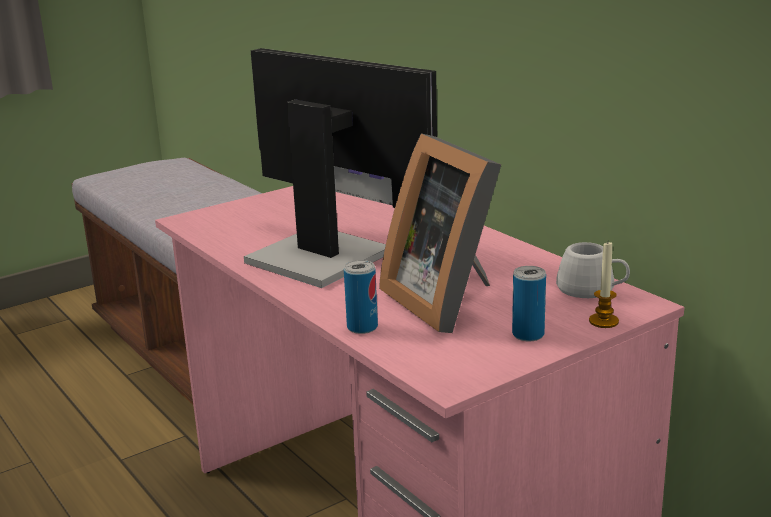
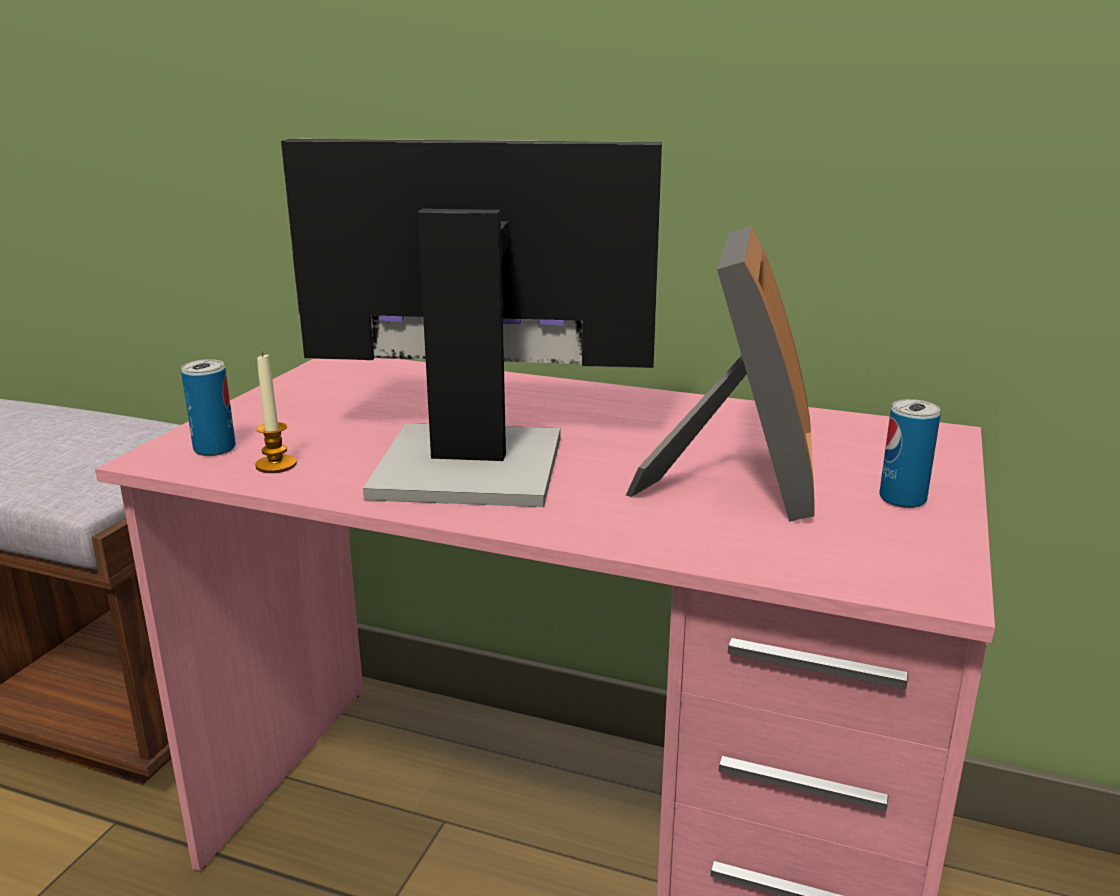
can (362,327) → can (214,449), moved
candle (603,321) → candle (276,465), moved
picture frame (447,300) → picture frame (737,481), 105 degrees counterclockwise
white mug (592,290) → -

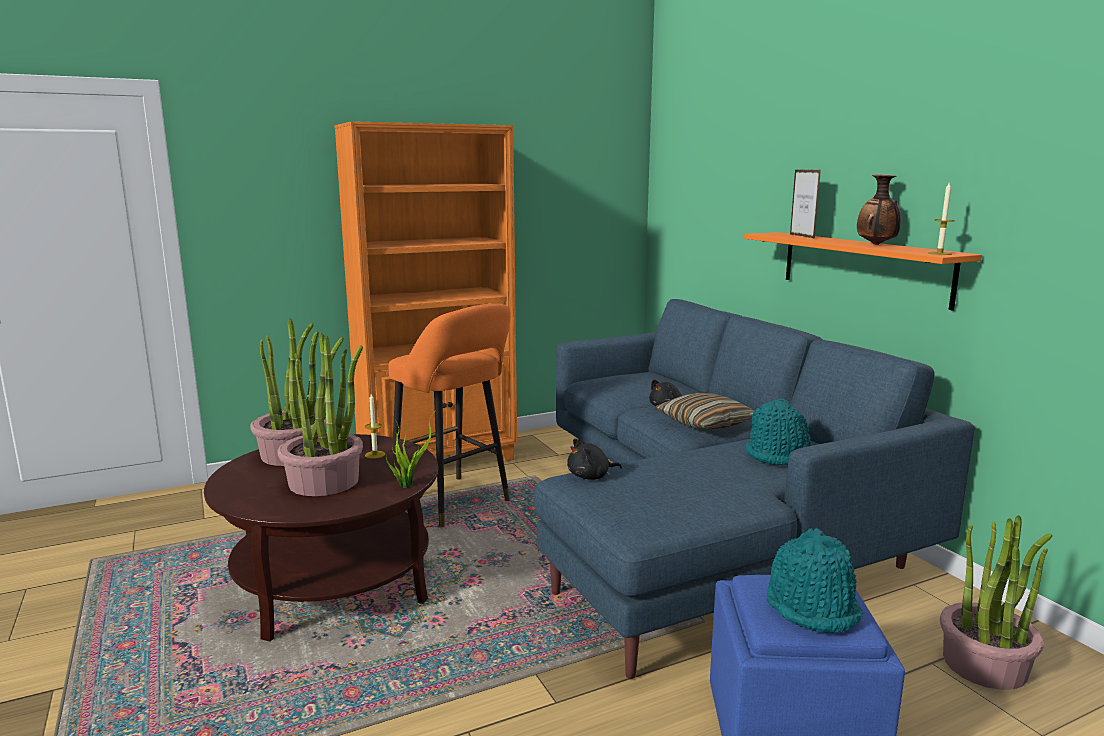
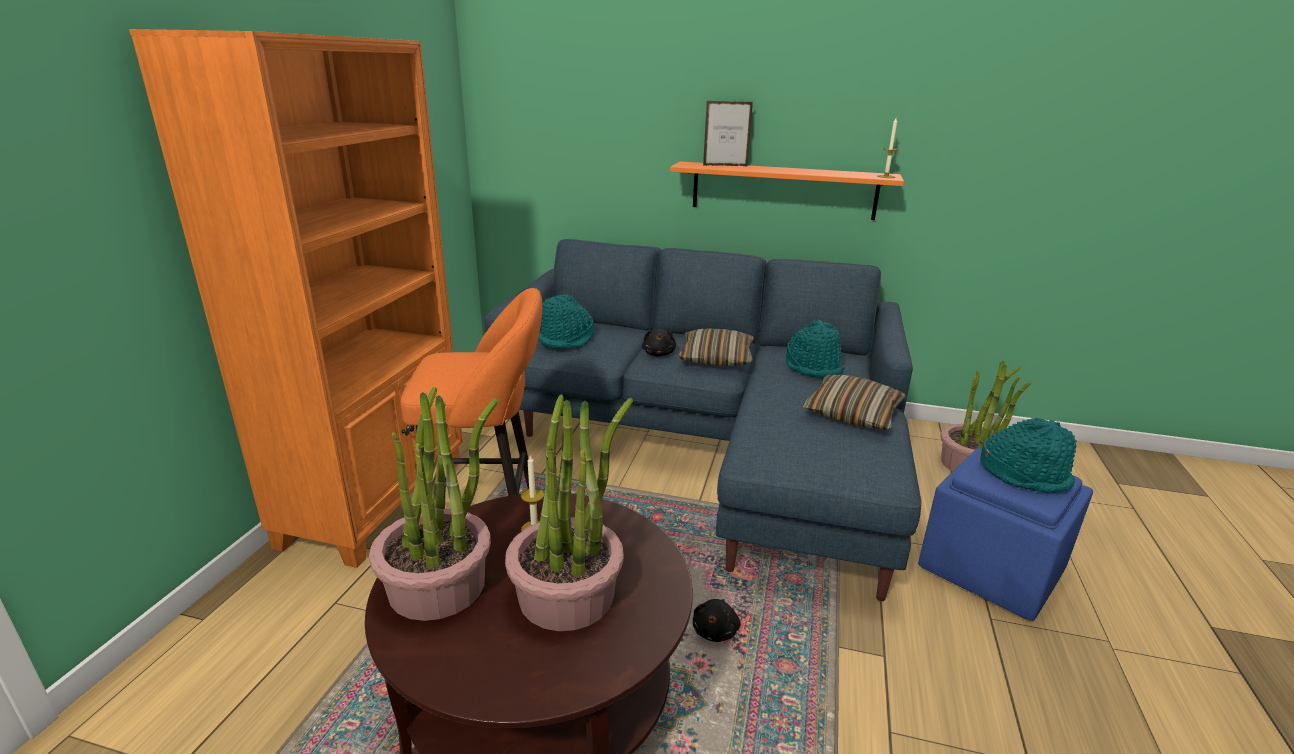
- → turquoise hat (567,340)
black plush toy (591,477) → black plush toy (715,630), moved
picture frame (801,236) → picture frame (725,166), 150 degrees clockwise
- → pillow (852,413)
potted plant (408,484) → -
vase (877,244) → -

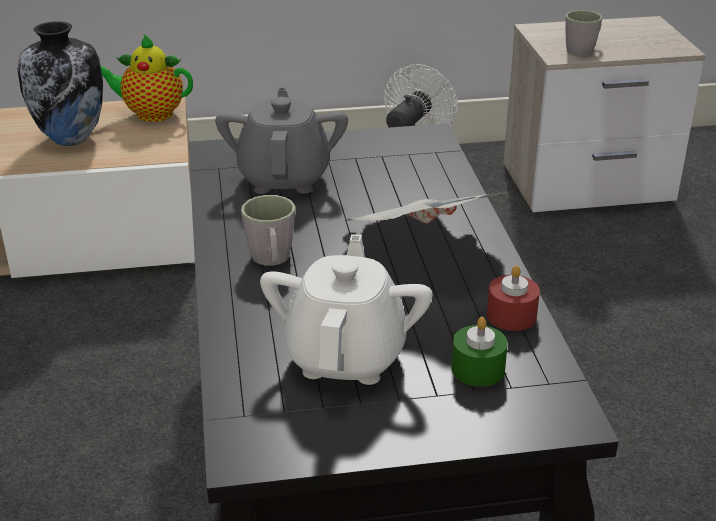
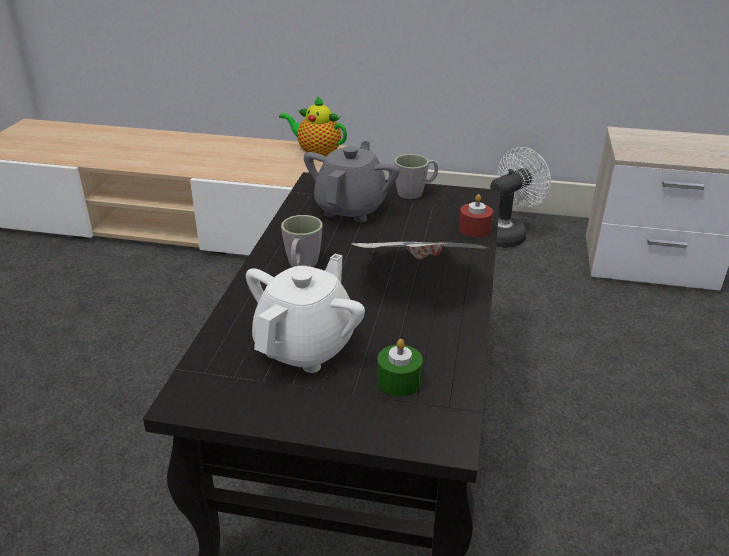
grey mug (583,50) → grey mug (415,192), moved
red candle (511,316) → red candle (474,229), moved
vase (72,139) → -

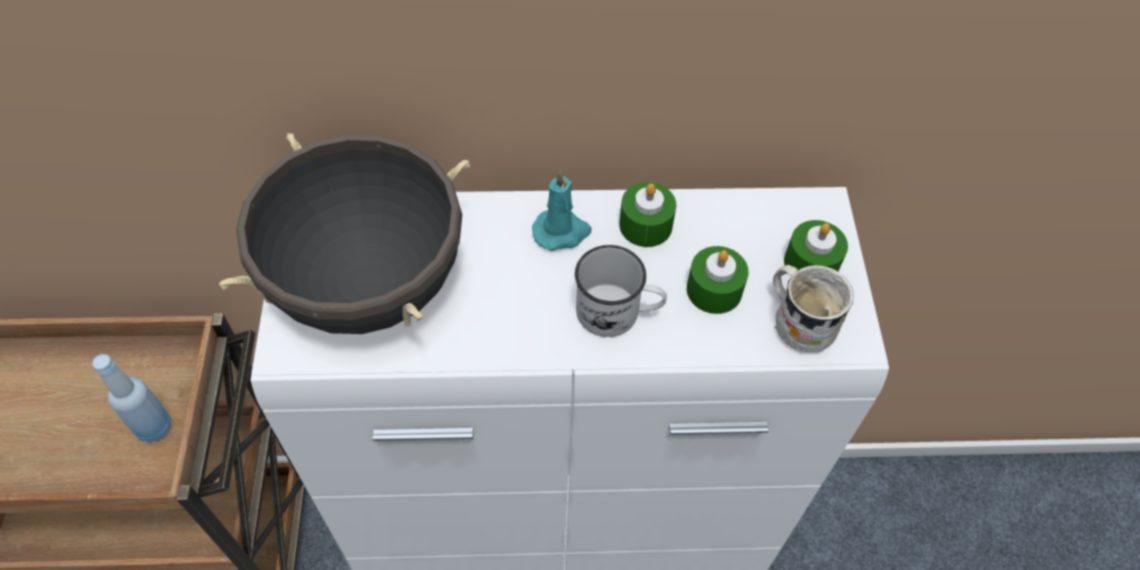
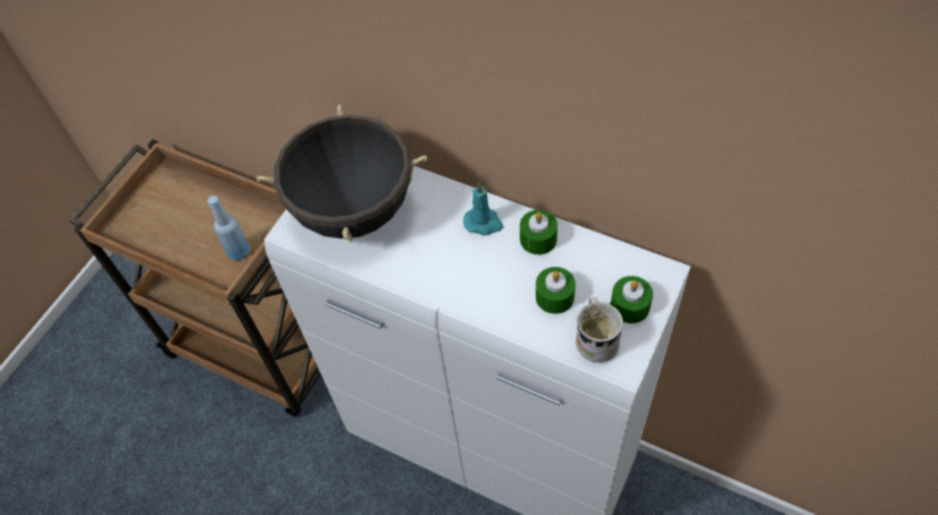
white mug (617,313) → -

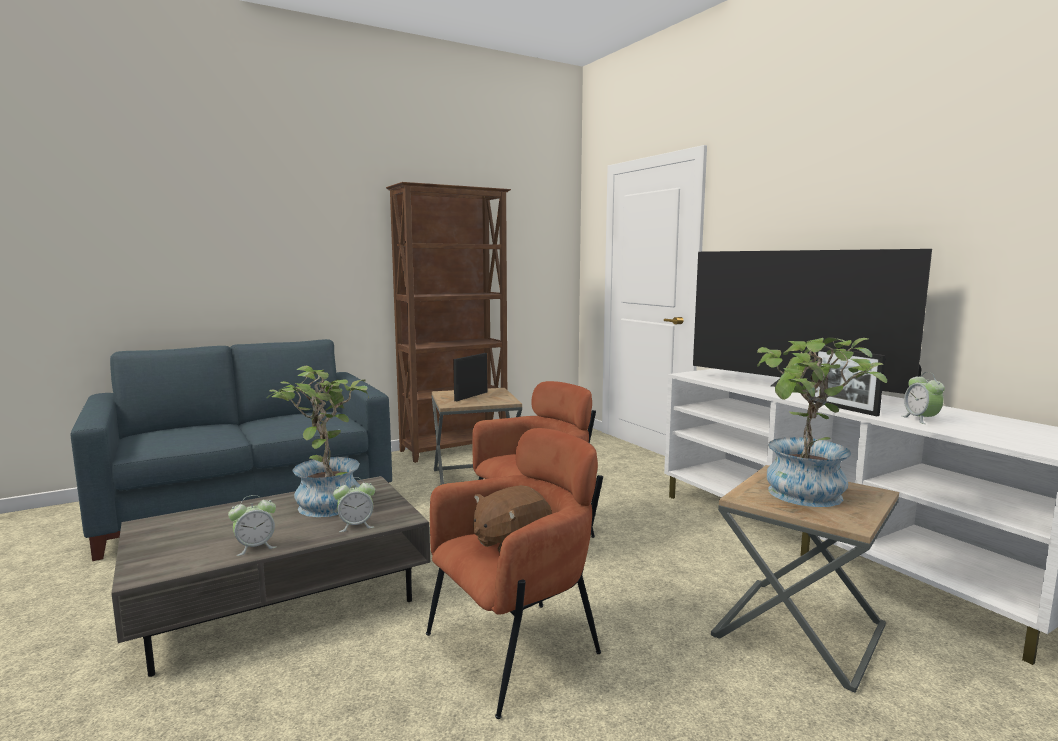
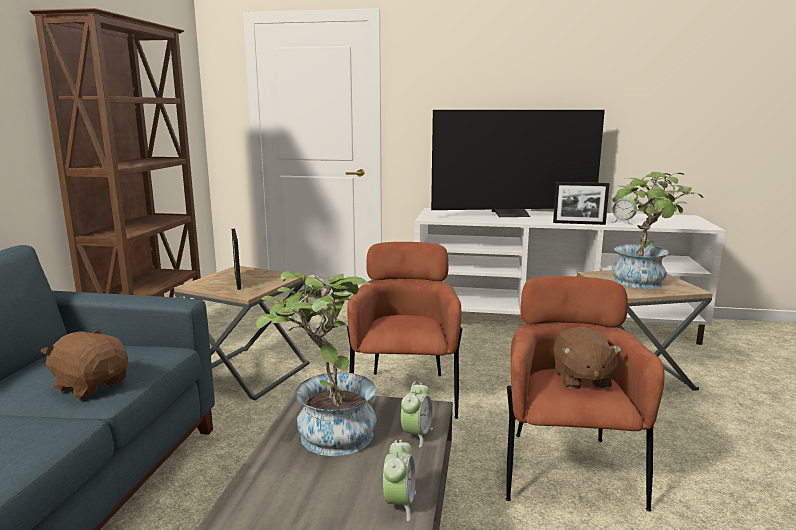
- → brown plush toy (91,385)

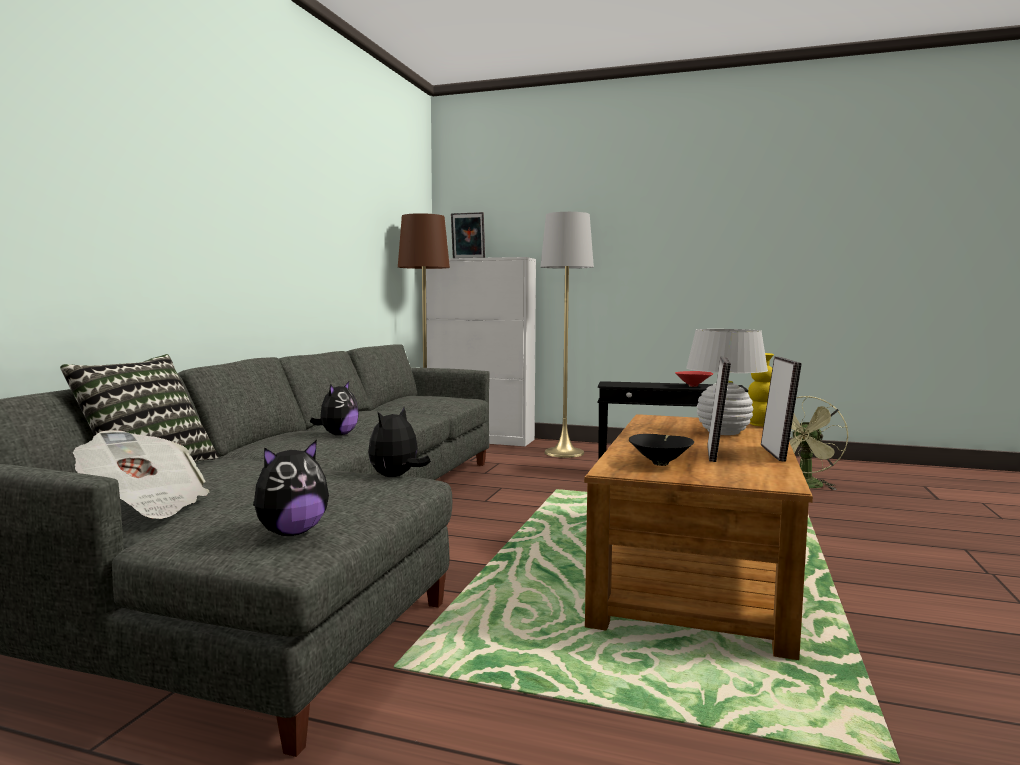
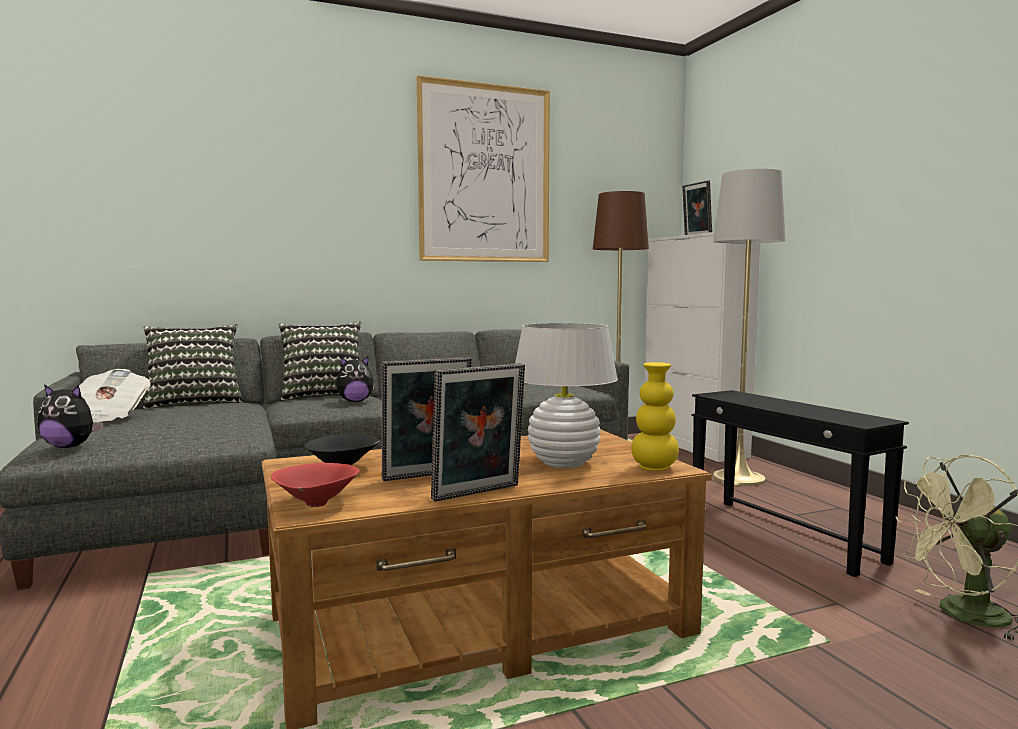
red bowl (694,386) → red bowl (315,505), moved
- → pillow (324,395)
- → picture (484,174)
plush toy (396,477) → -

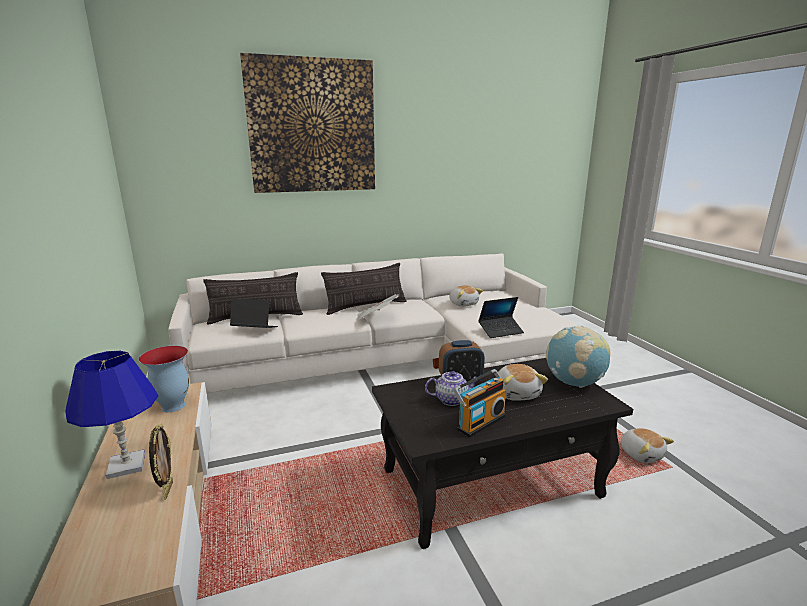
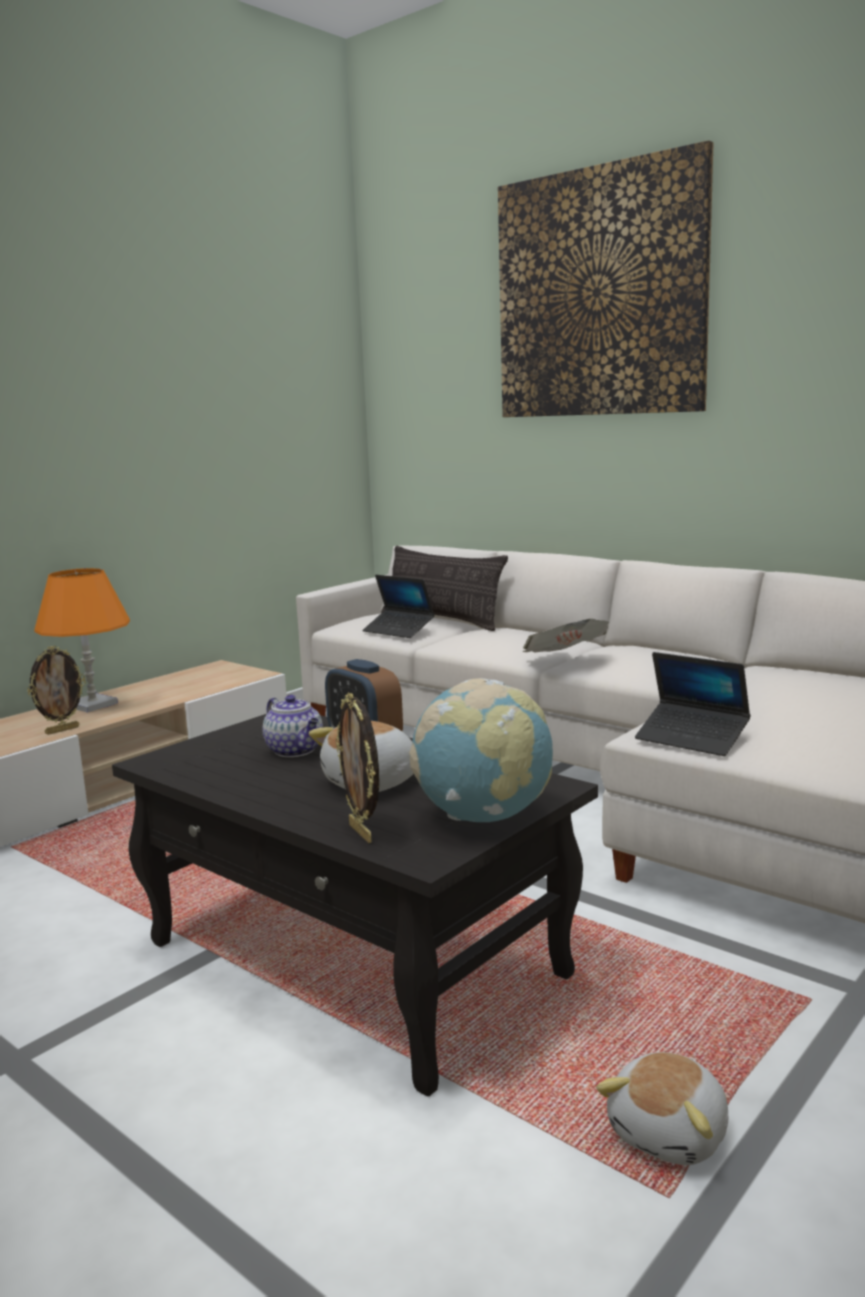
blue table lamp (127,465) → orange table lamp (93,705)
- → picture frame (362,833)
laptop (254,330) → laptop (398,630), 150 degrees clockwise
vase (172,406) → -
pillow (366,306) → -
plush toy (463,304) → -
radio (479,422) → -

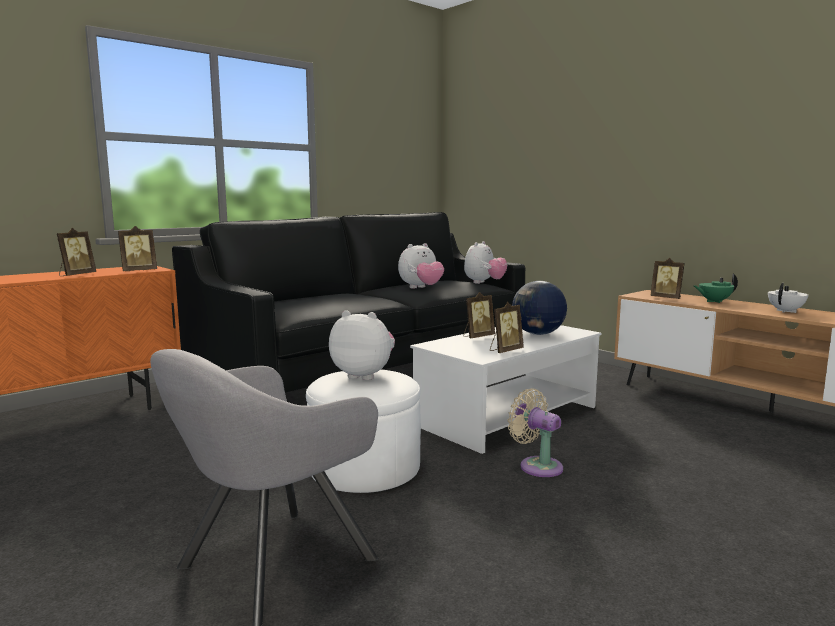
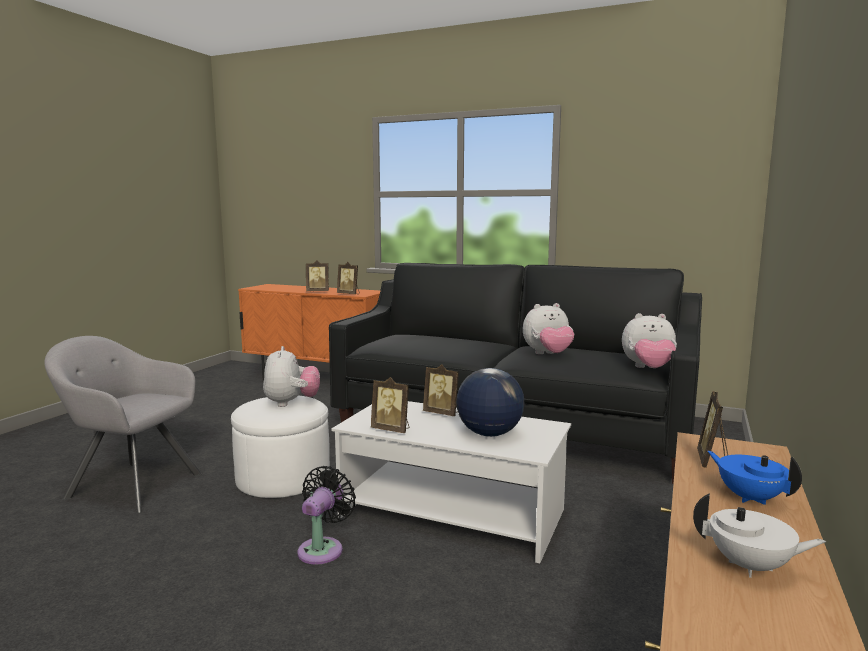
beige fan (537,466) → black fan (323,548)
plush toy (421,288) → plush toy (548,354), 45 degrees counterclockwise
green teapot (714,301) → blue teapot (749,498)

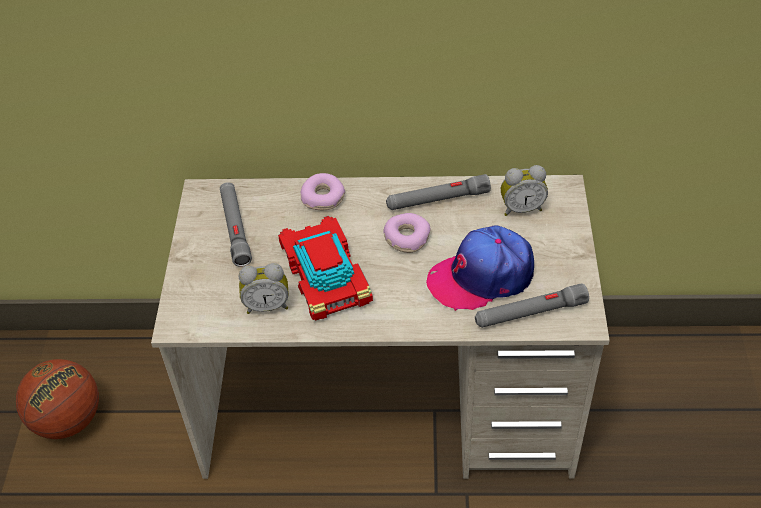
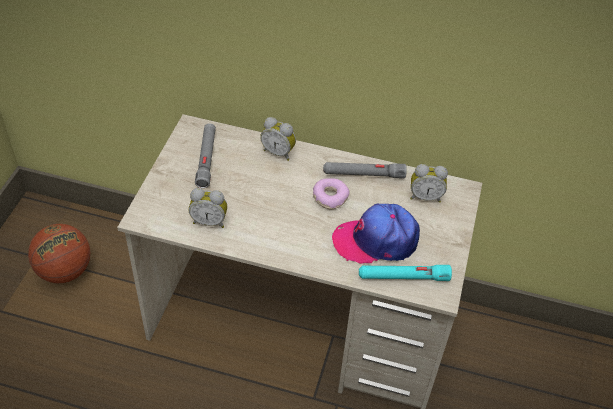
donut (323,198) → alarm clock (278,152)
grey flashlight (530,313) → turquoise flashlight (403,277)
toy car (326,274) → -

